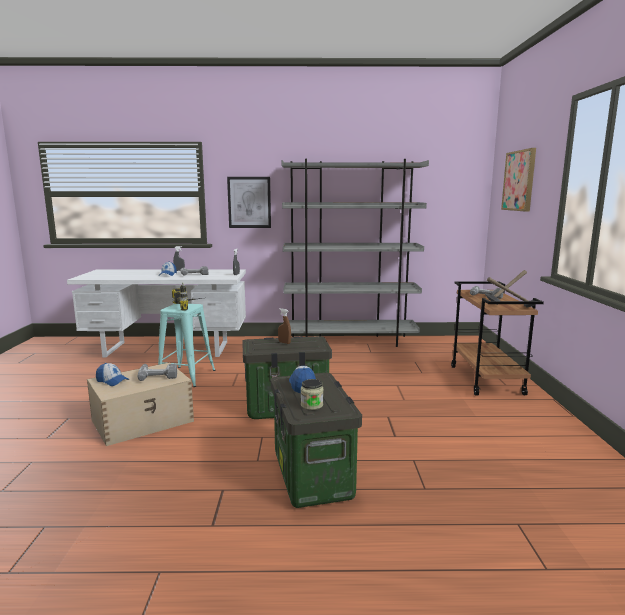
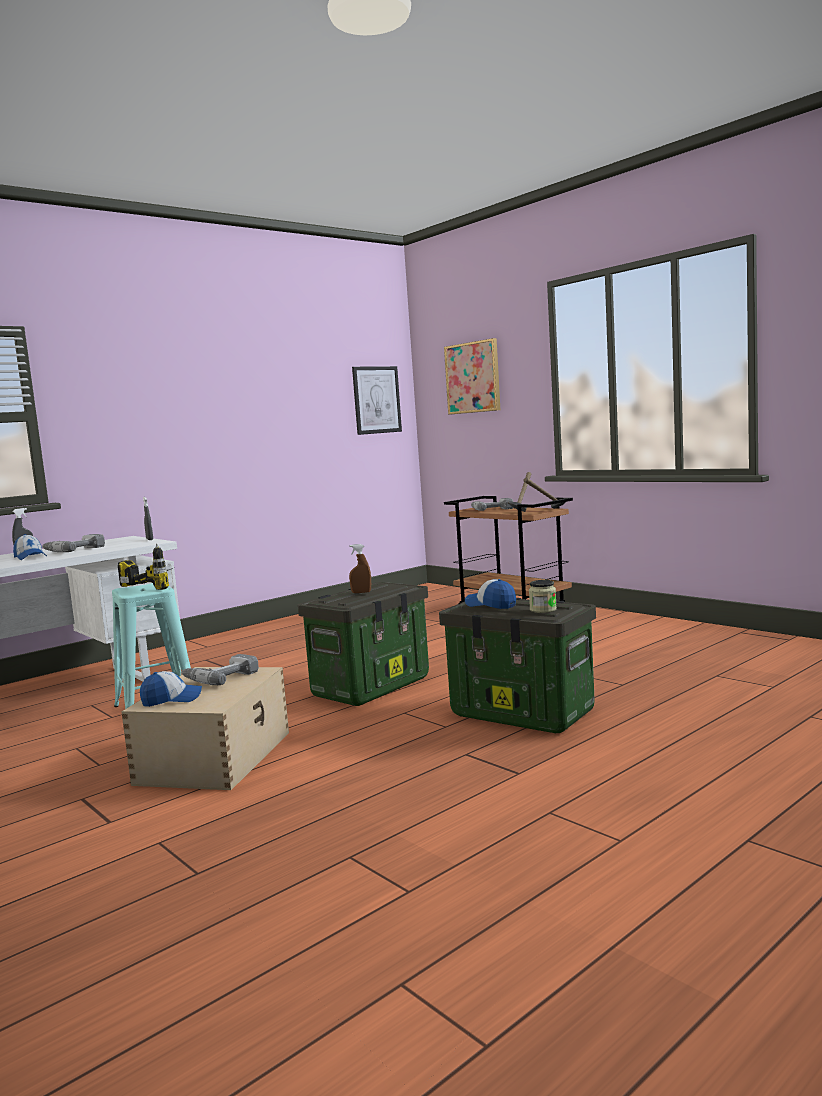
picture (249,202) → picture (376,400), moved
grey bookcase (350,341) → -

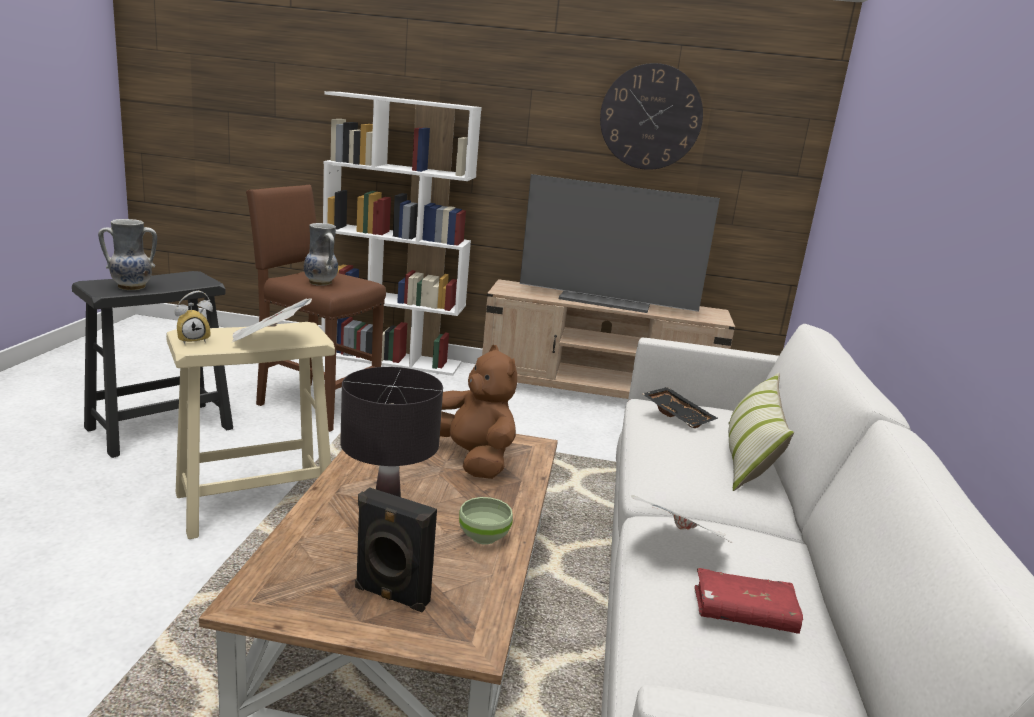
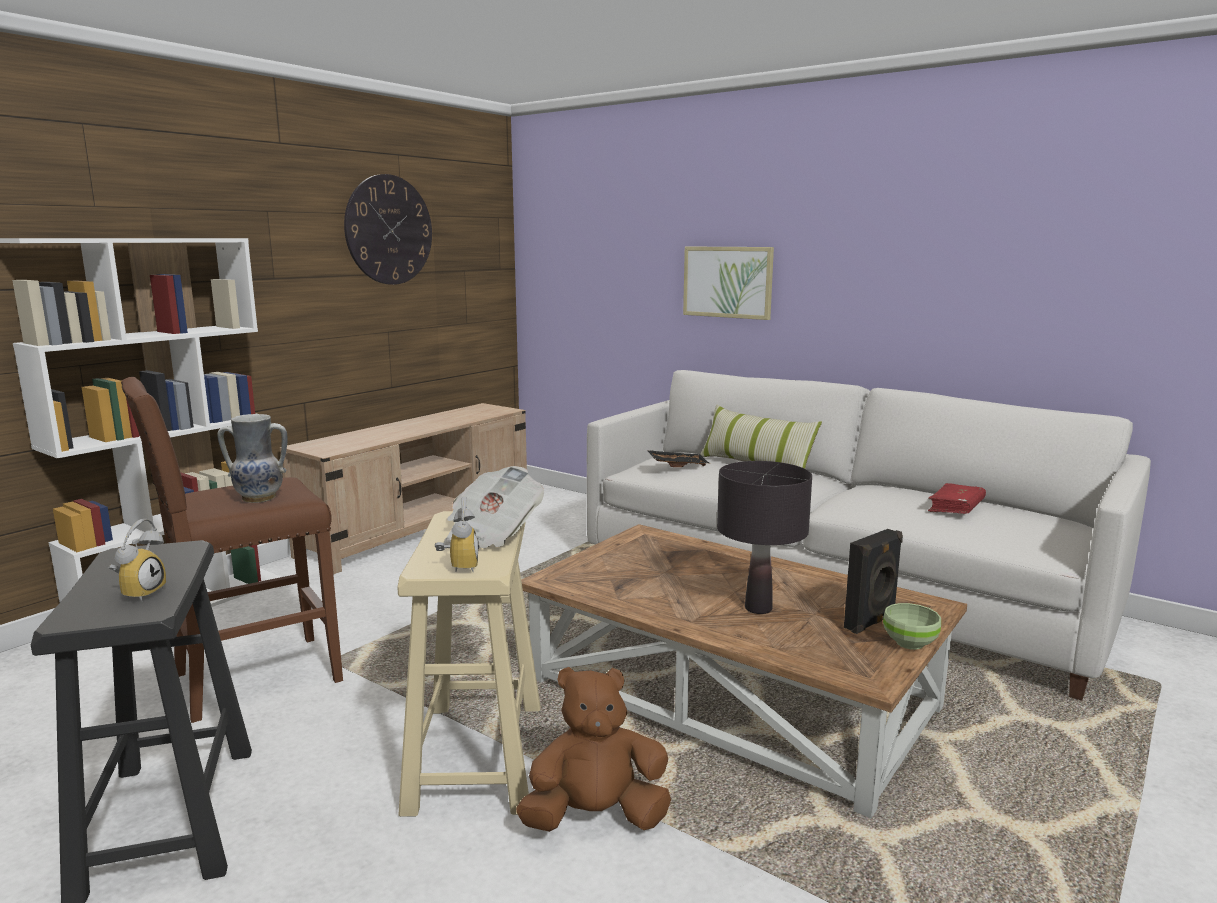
vase (132,287) → alarm clock (140,593)
brown plush toy (472,459) → brown plush toy (596,817), moved
- → picture (728,282)
green bowl (483,537) → green bowl (910,643), moved
television (606,301) → -
newspaper (681,545) → -

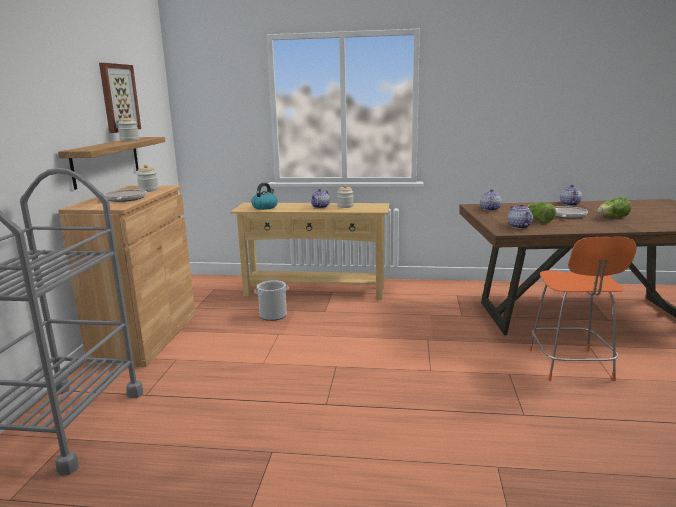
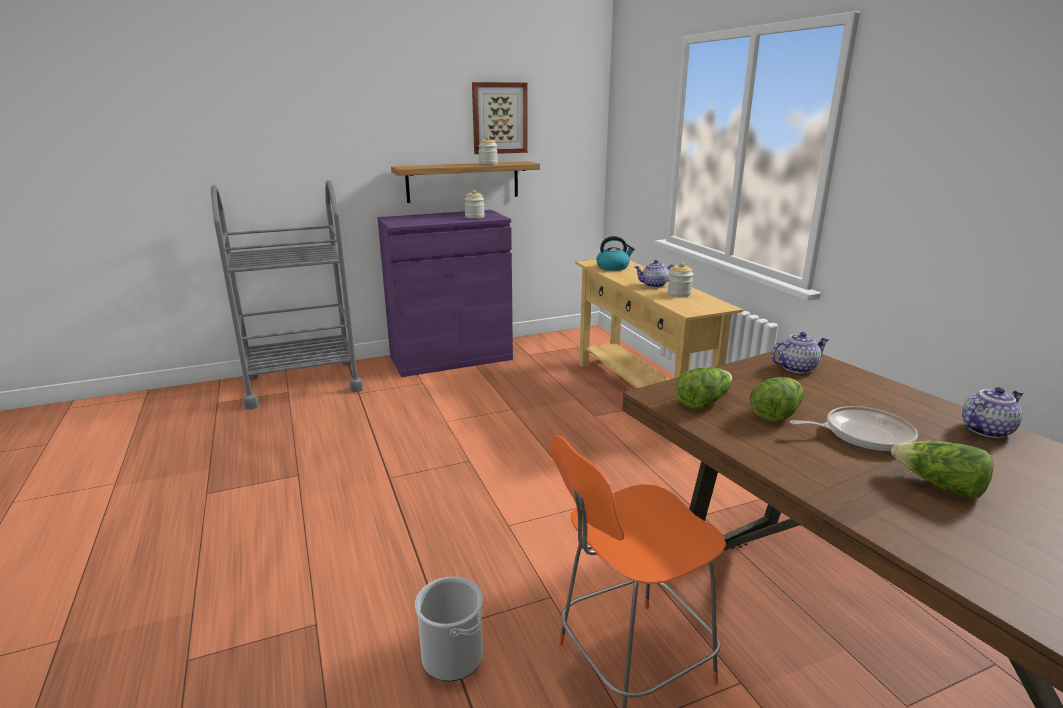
brown cabinet (146,337) → purple cabinet (451,358)
bucket (273,315) → bucket (452,657), moved
teapot (518,227) → lettuce (703,402)
frying pan (125,199) → -

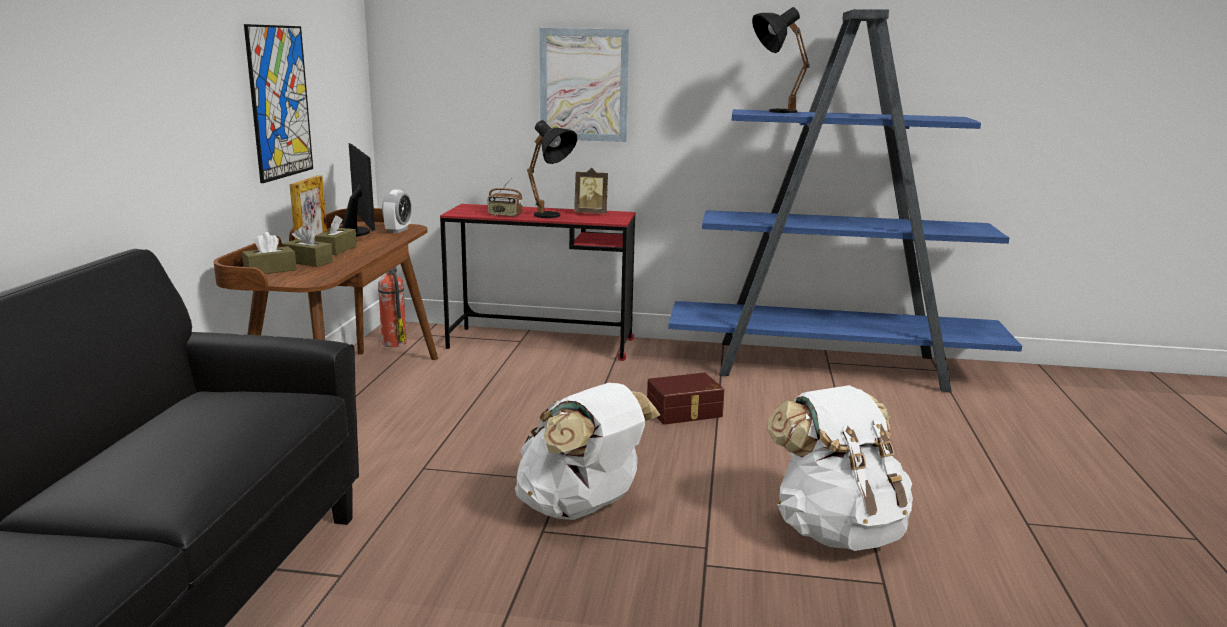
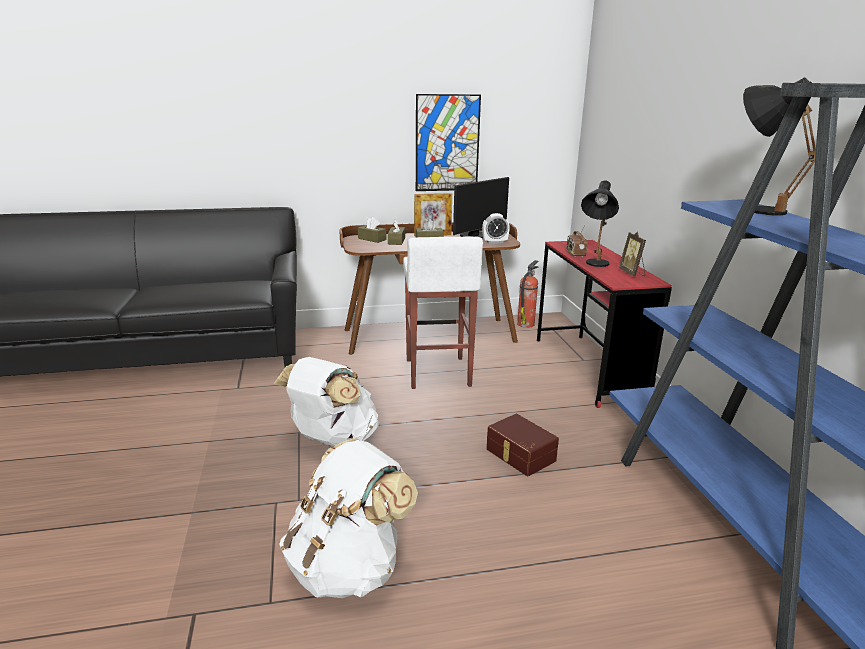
- → white stool (437,373)
picture (584,85) → -

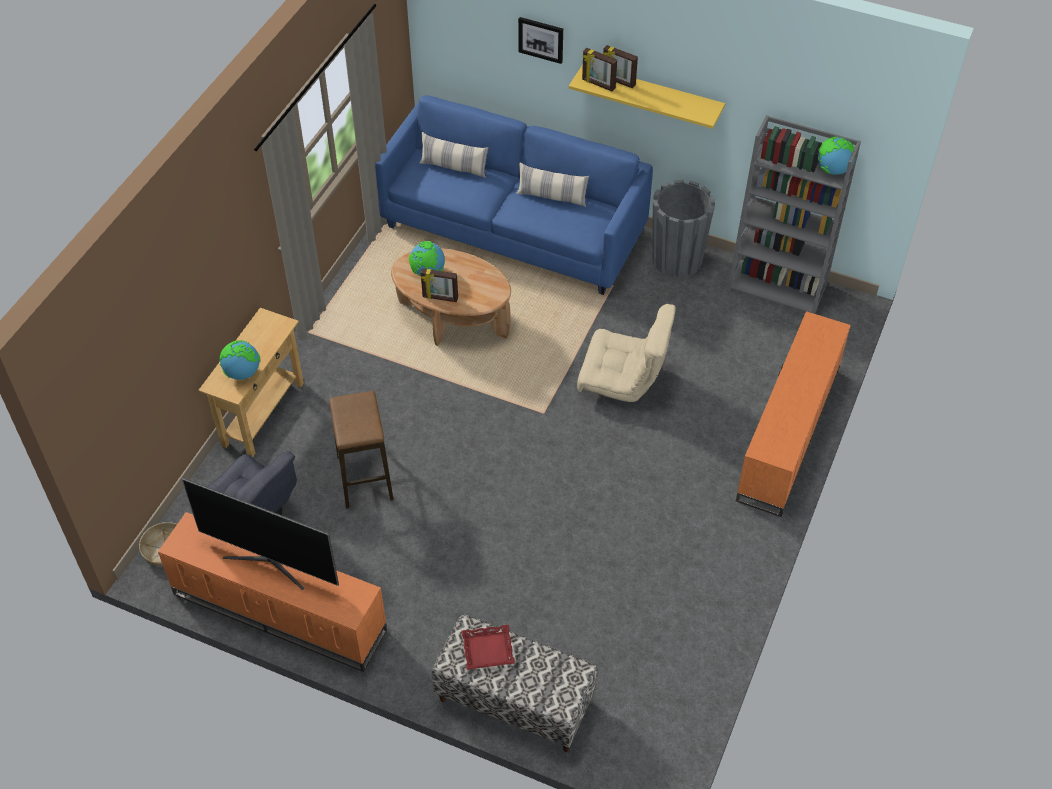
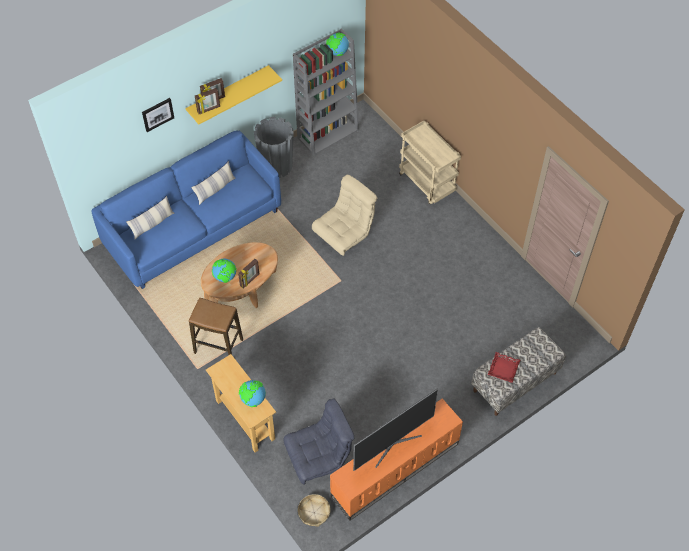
stool (364,478) → stool (218,346), moved
orange tv stand (789,435) → beige cart (427,183)

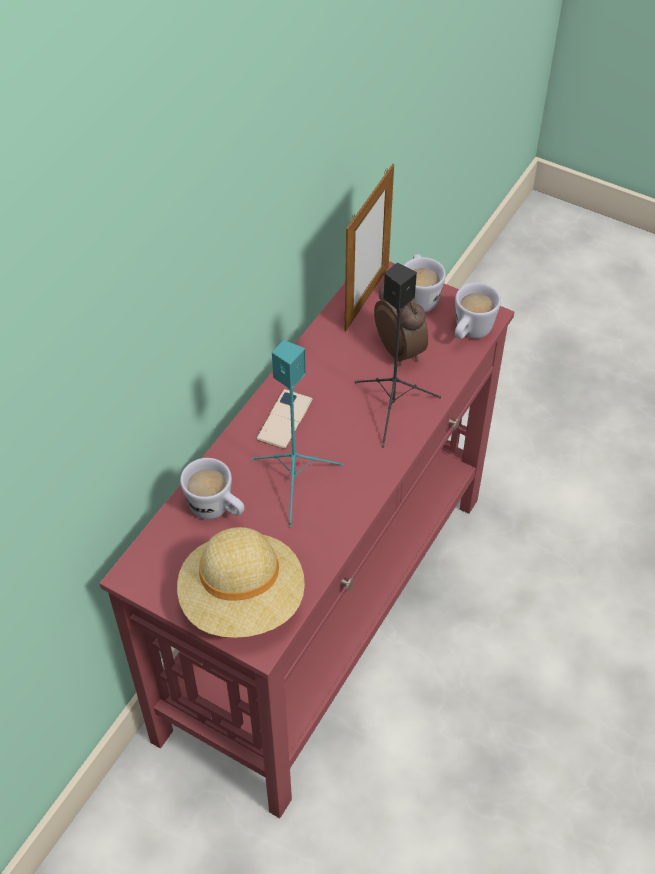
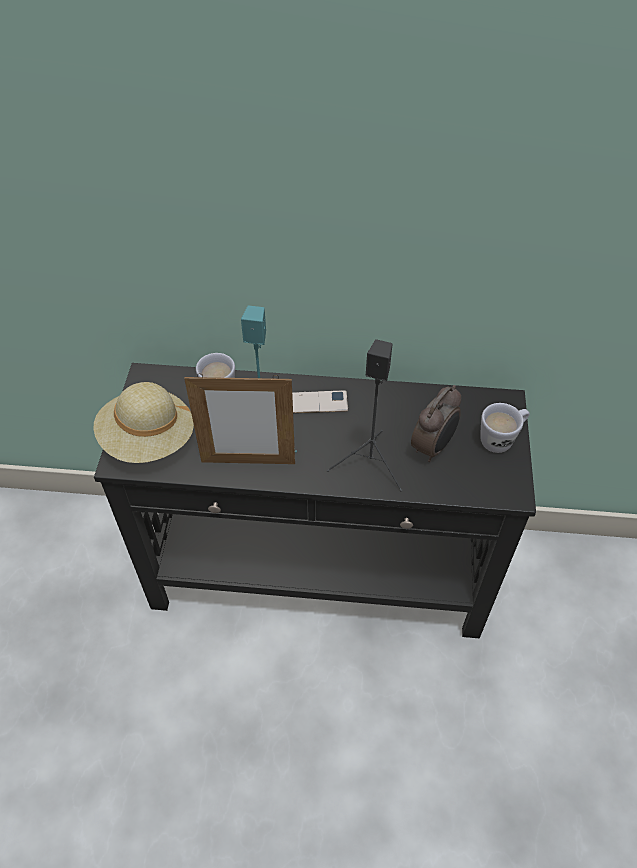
red console table (328,612) → black console table (320,573)
picture frame (366,298) → picture frame (248,462), moved
white mug (469,333) → -

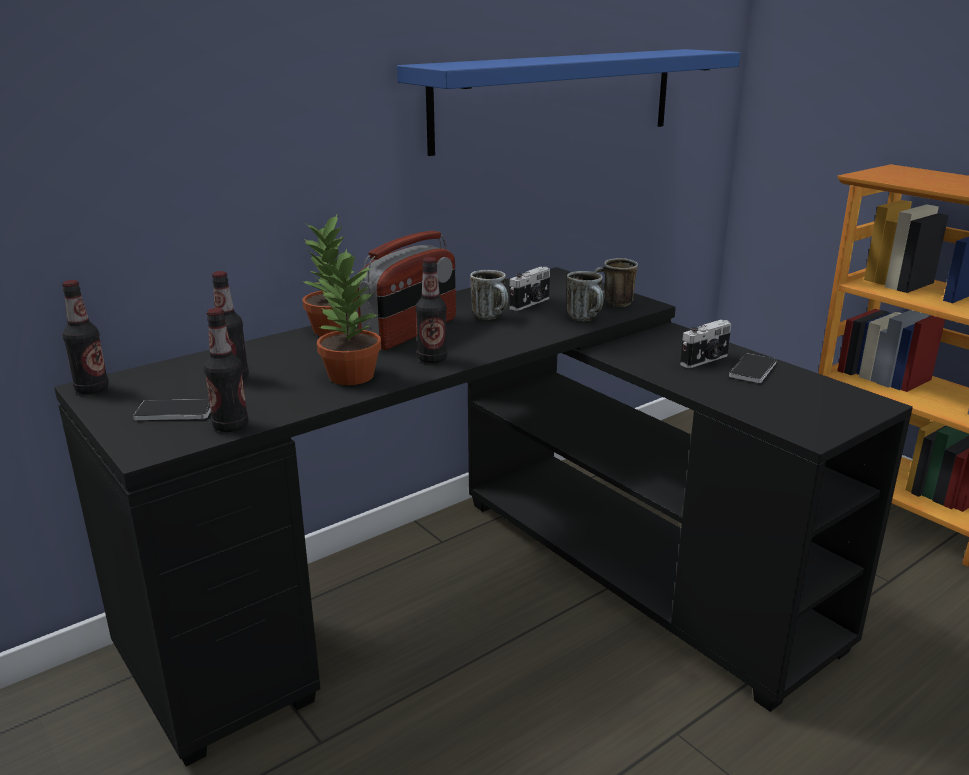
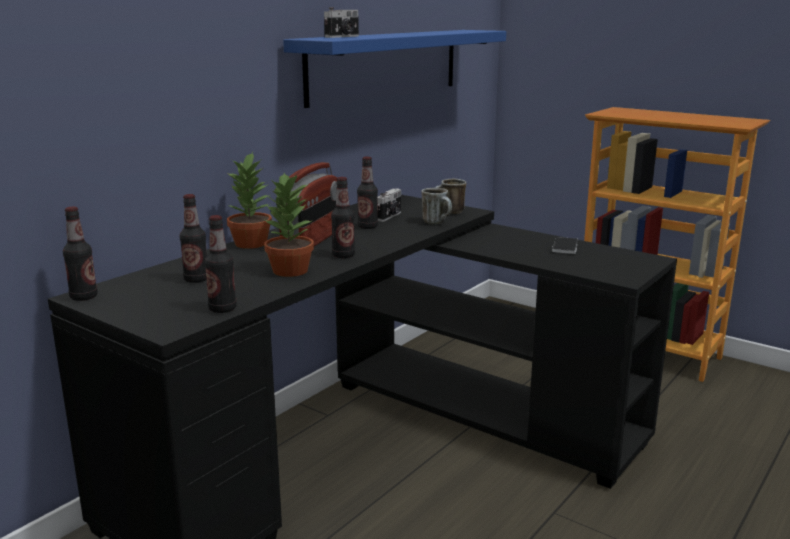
photo camera (706,360) → photo camera (343,37), moved
mug (492,317) → bottle (367,227)
phone (175,412) → -

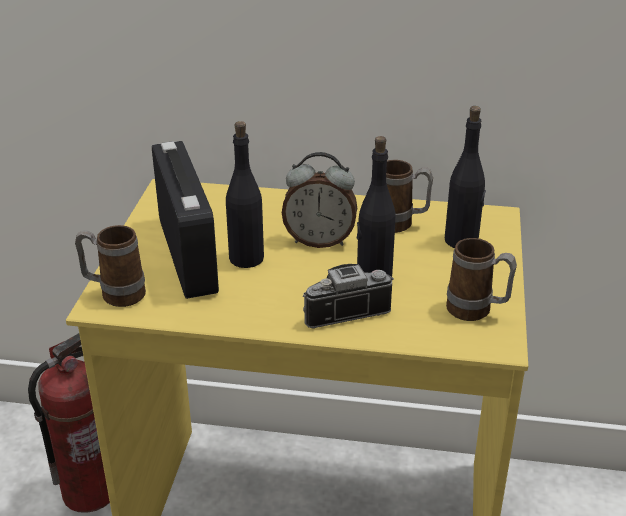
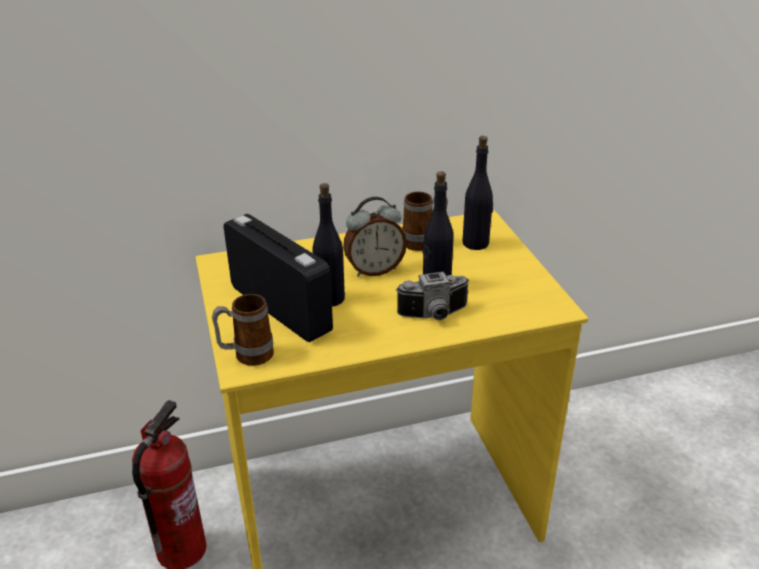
photo camera (343,309) → photo camera (435,315), 150 degrees counterclockwise
mug (477,311) → -

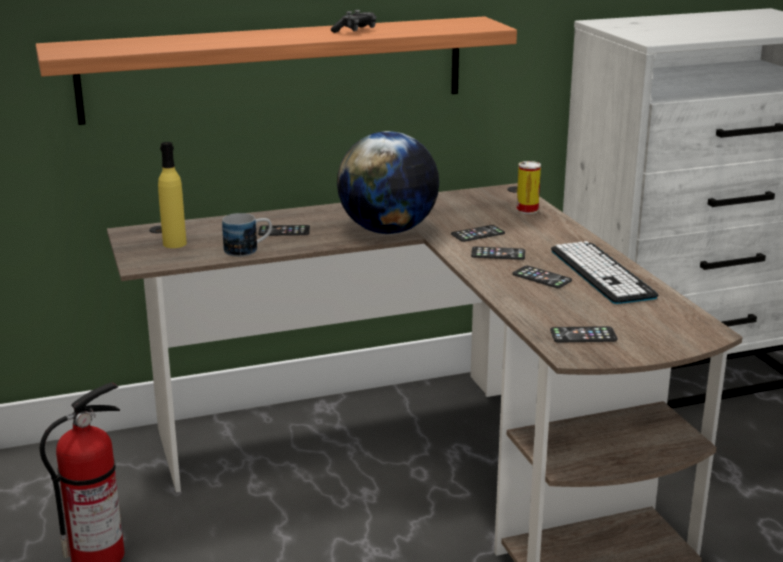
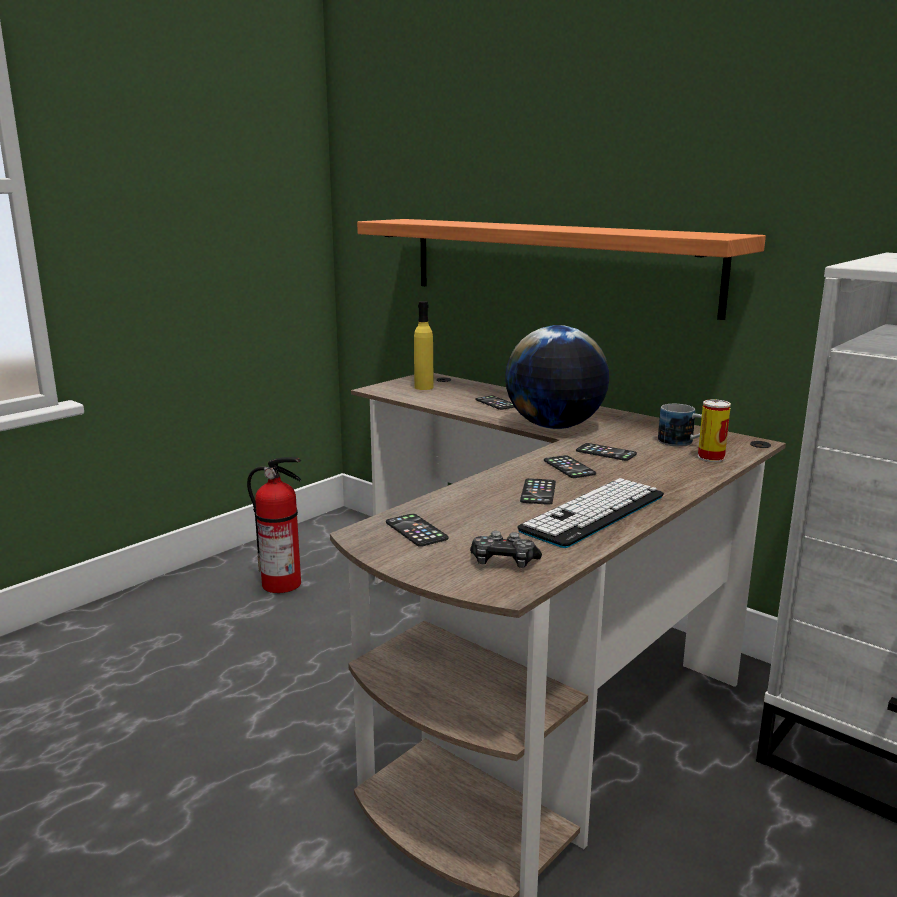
game controller (355,31) → game controller (503,562), moved
mug (248,250) → mug (682,443), moved

